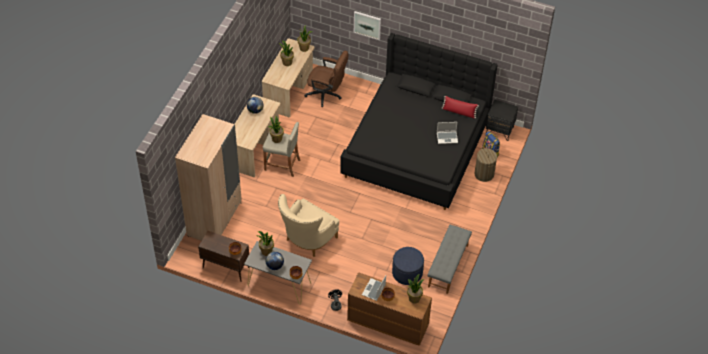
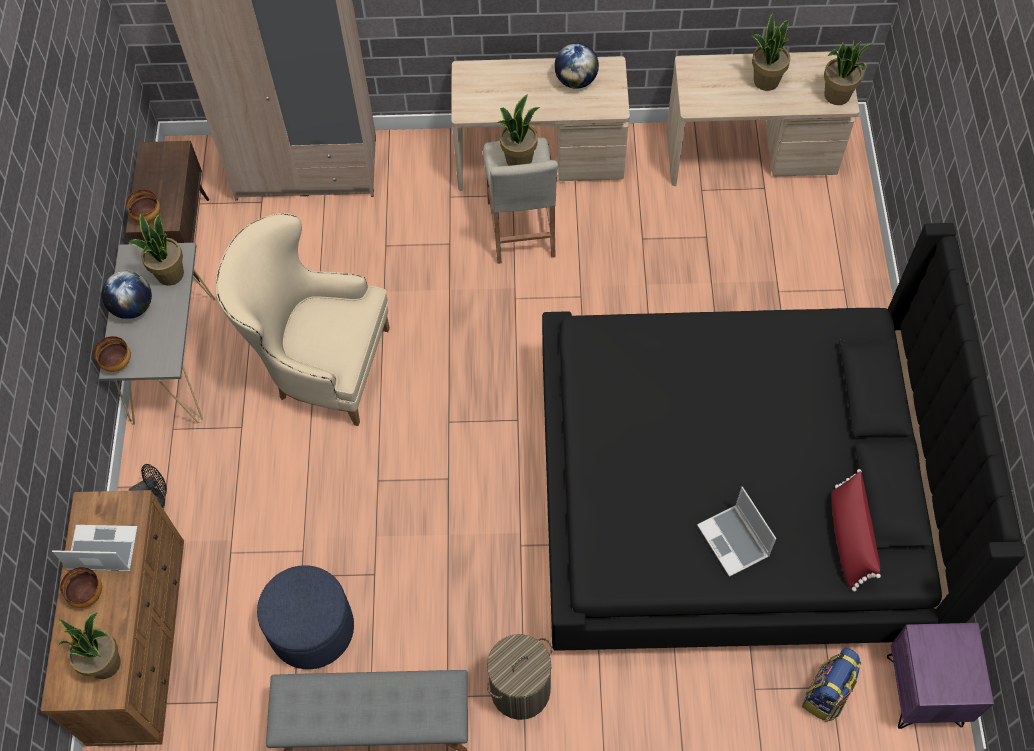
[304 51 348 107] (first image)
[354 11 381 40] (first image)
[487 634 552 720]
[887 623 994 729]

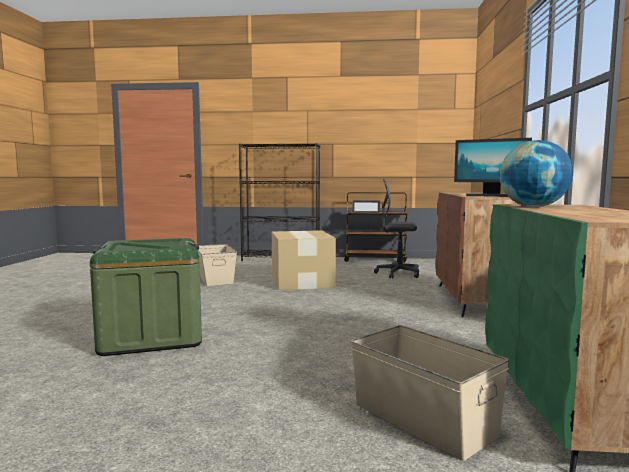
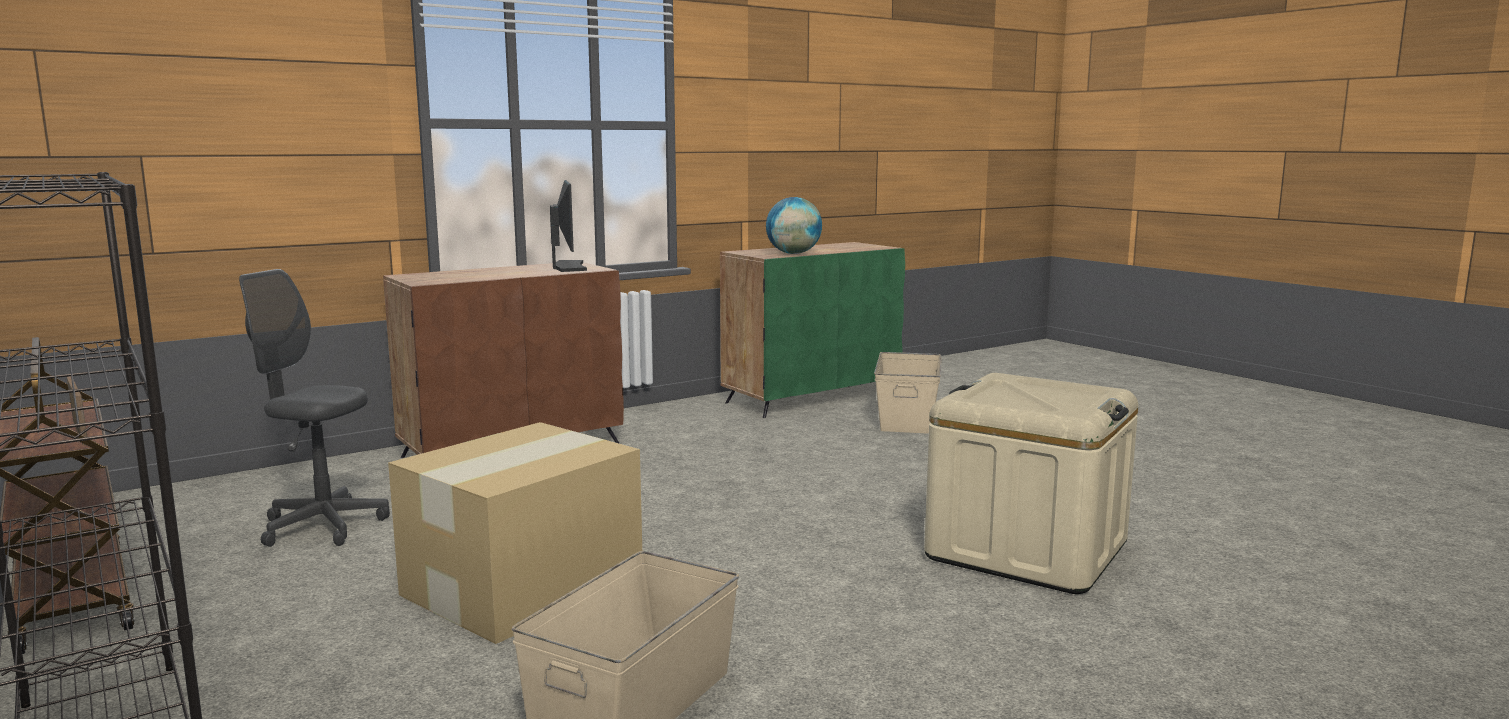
[924 373 1138 594]
[239 269 390 547]

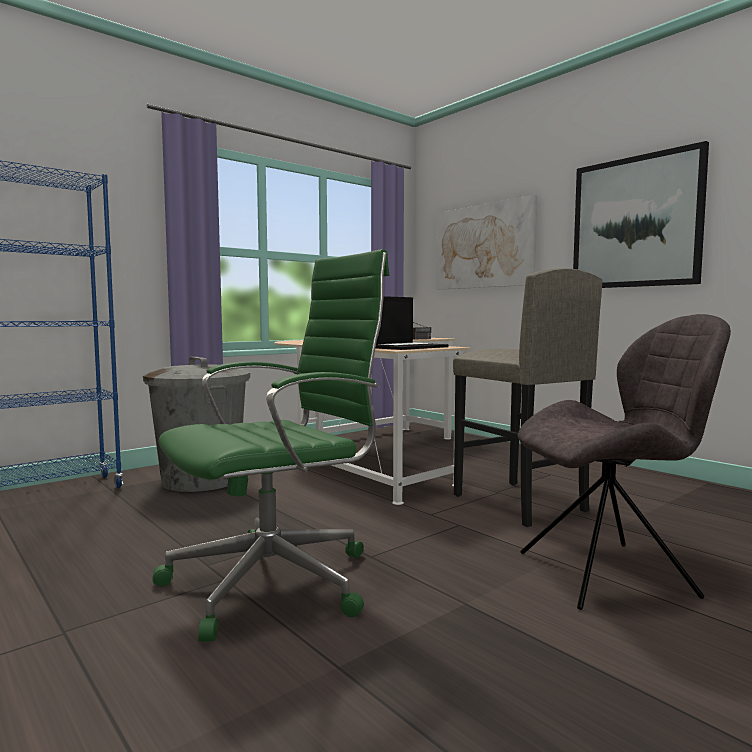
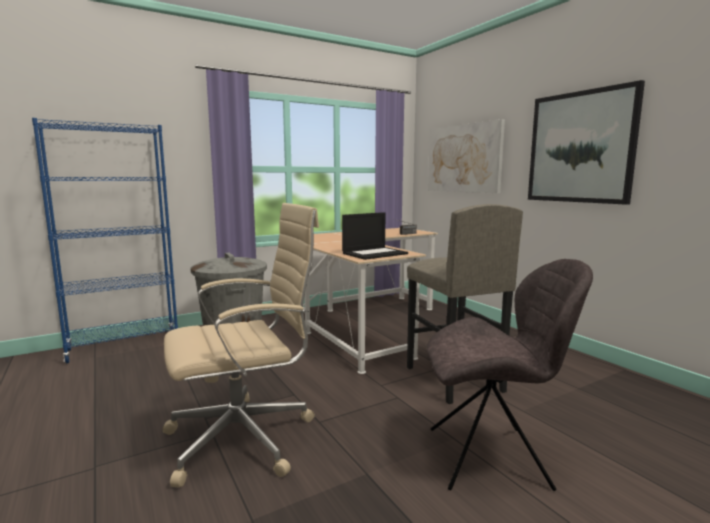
[162 203 319 488]

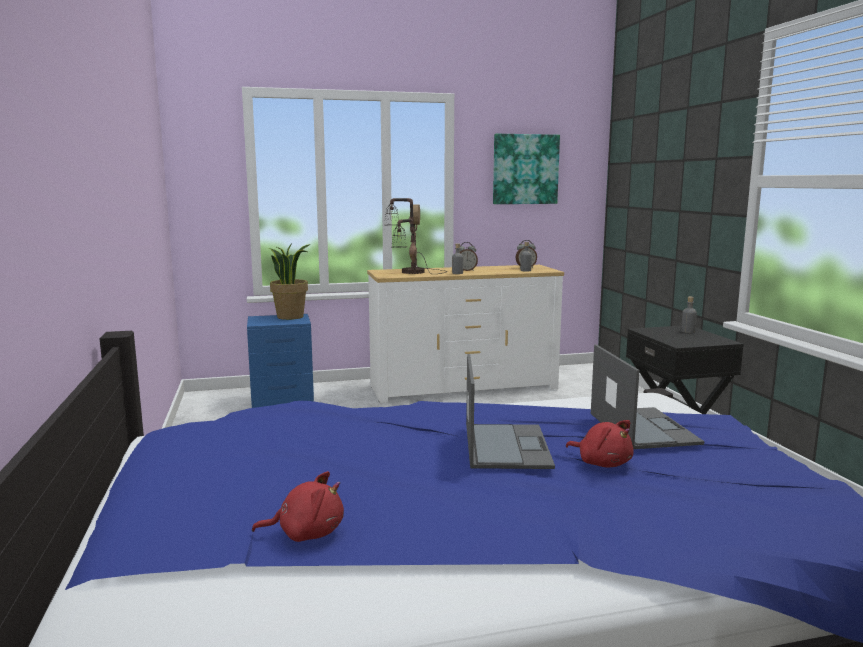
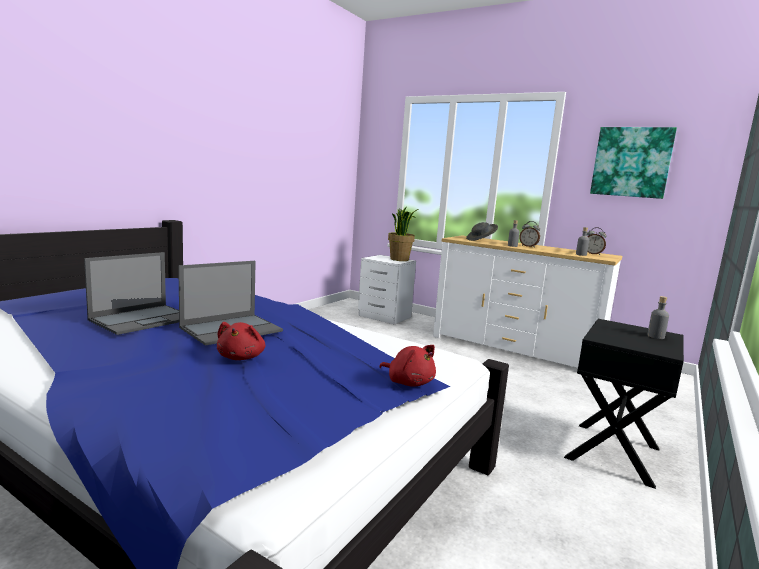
[358 255 416 324]
[379 345 436 387]
[466 222 498 241]
[84 252 179 335]

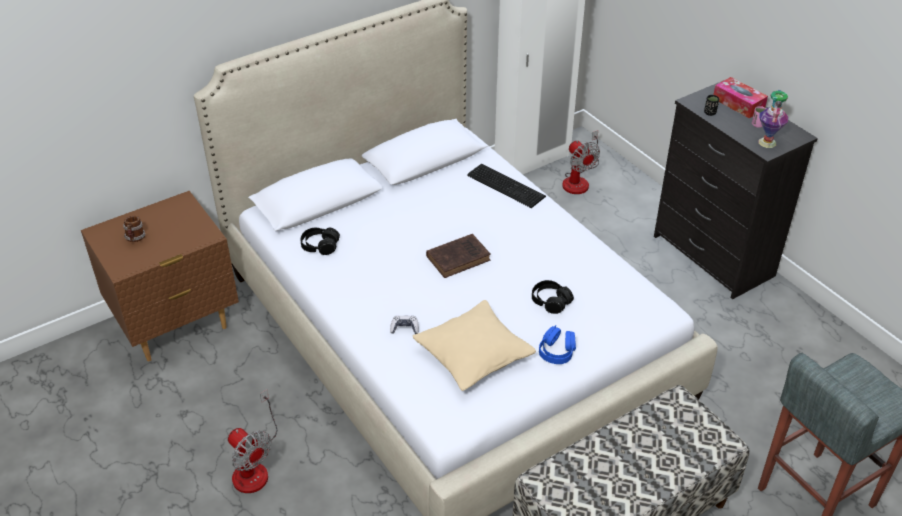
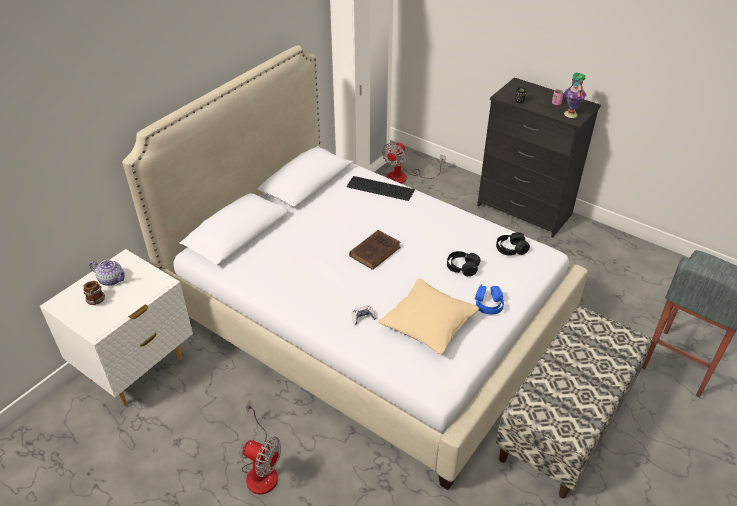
[40 249 193 406]
[496 232 530 256]
[382 142 446 184]
[713 77 768 118] (first image)
[89 260 126 286]

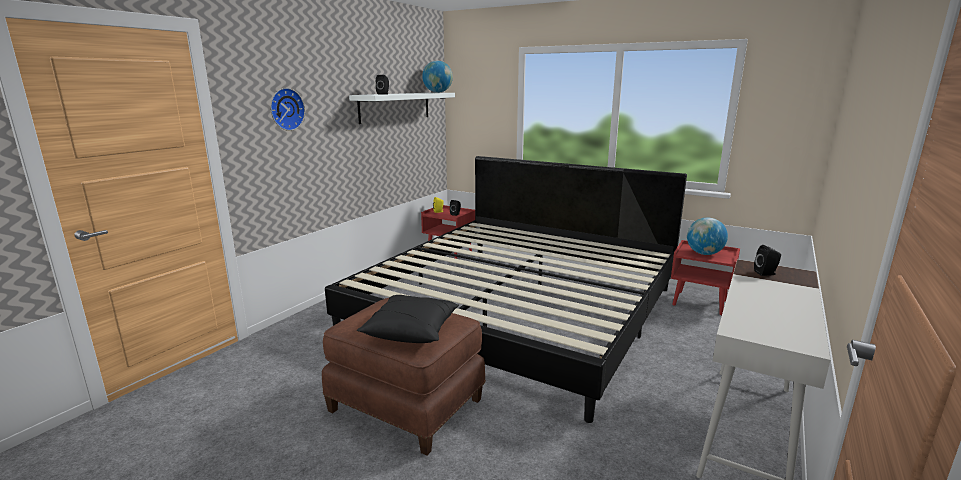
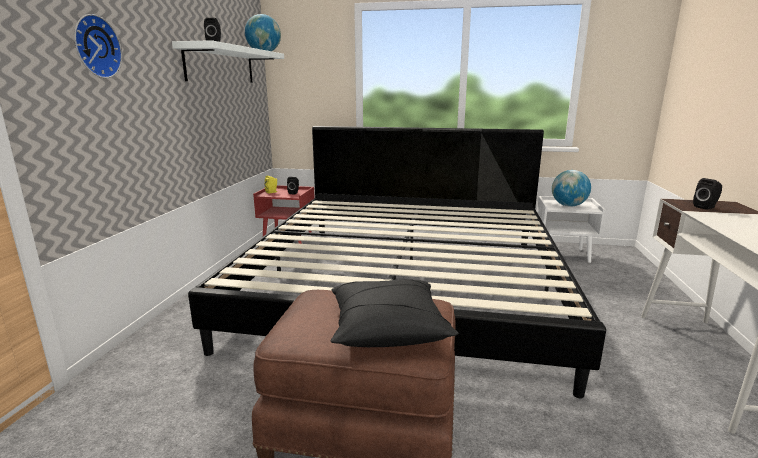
[537 196 605 263]

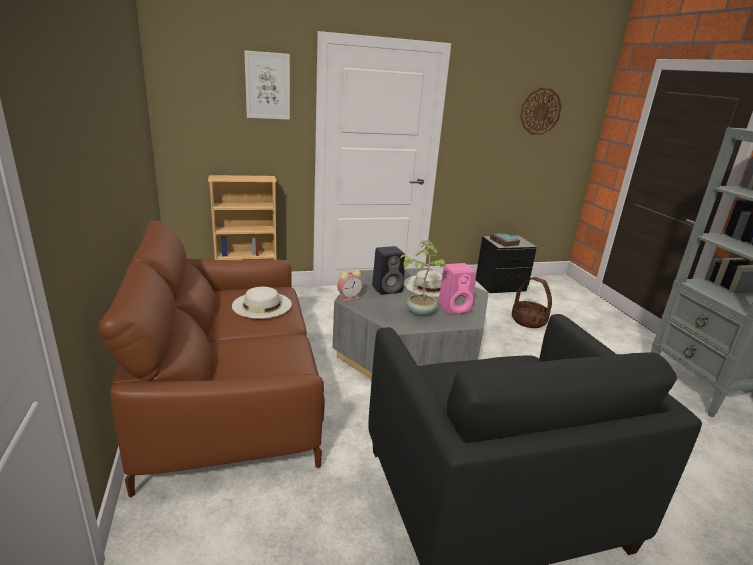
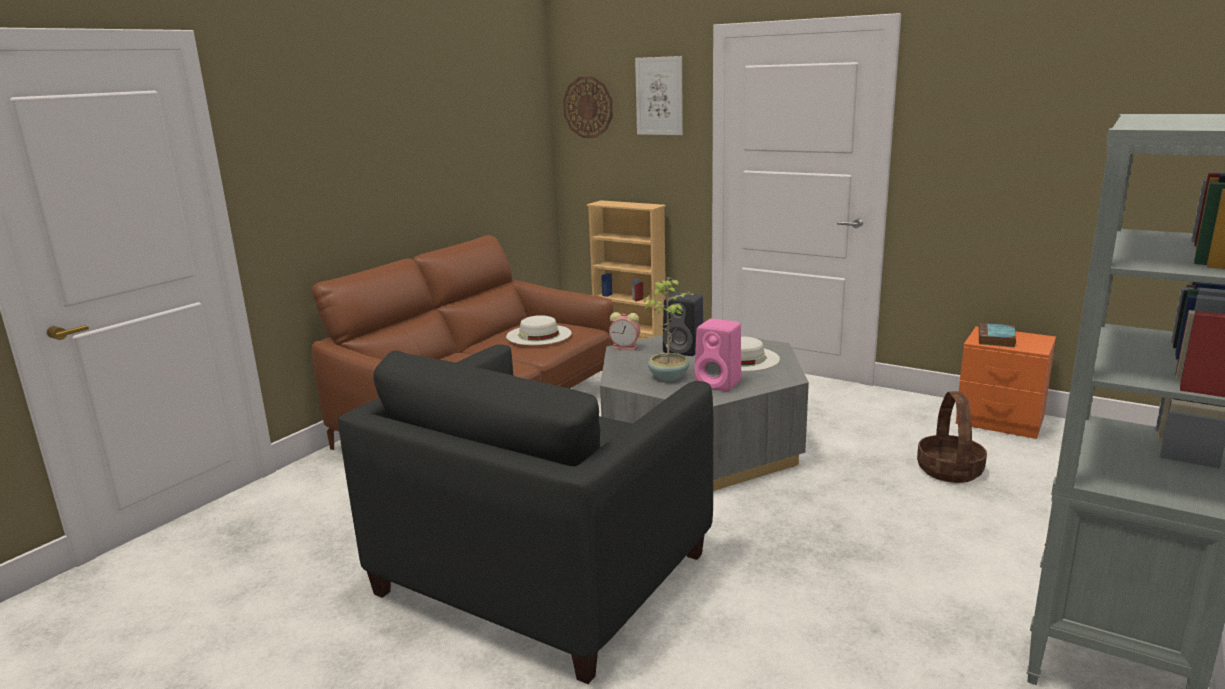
[956 326 1056 439]
[563 76 613 138]

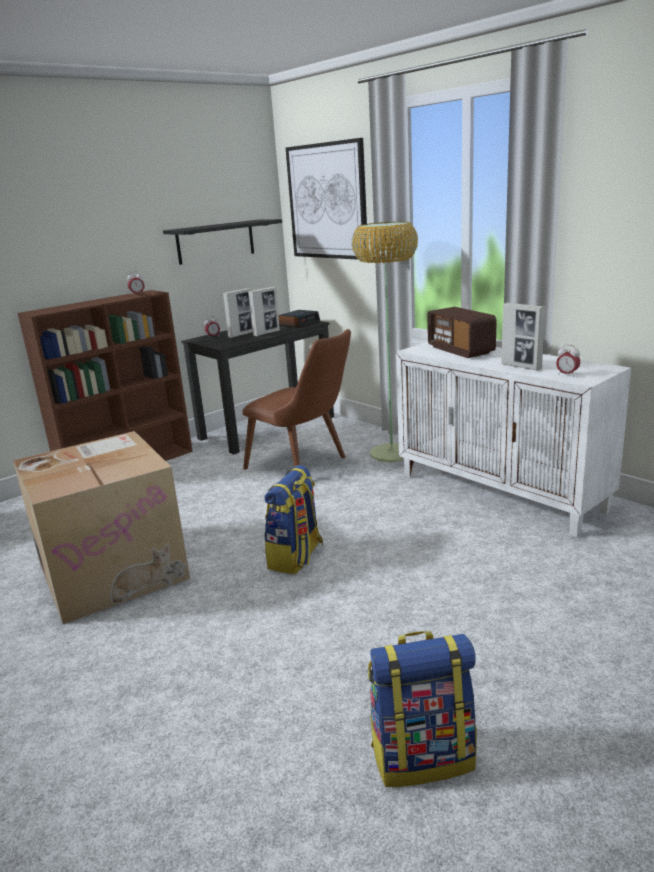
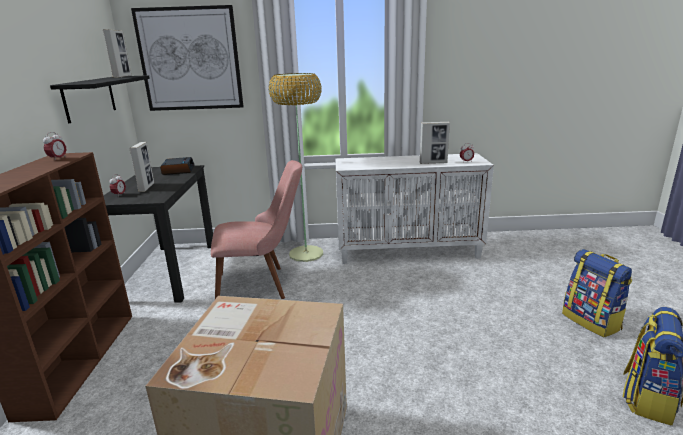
[211 160 302 299]
[103 29 131 78]
[562 249 633 337]
[427 307 497 358] (first image)

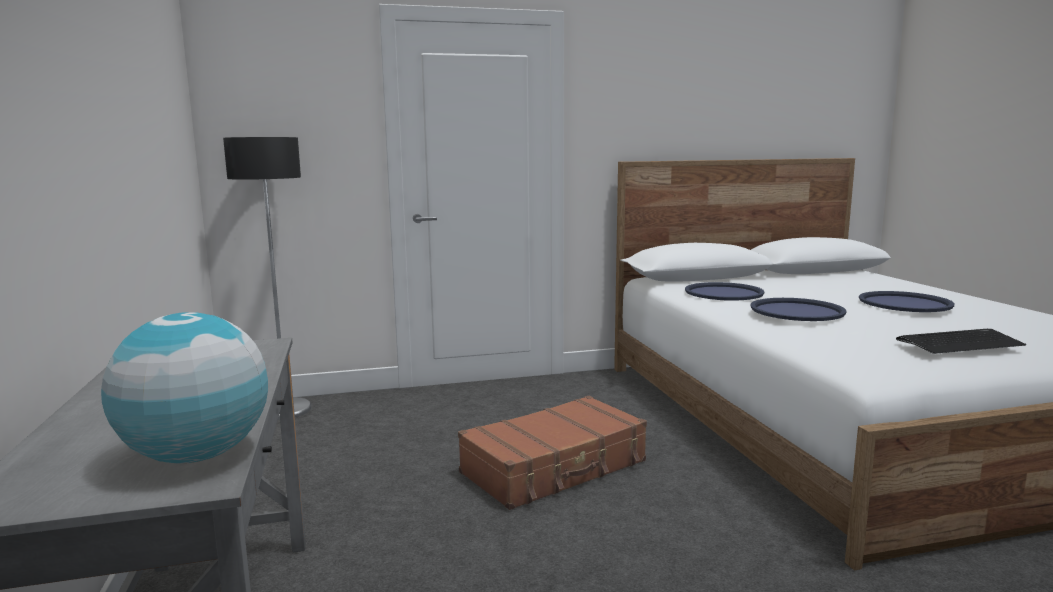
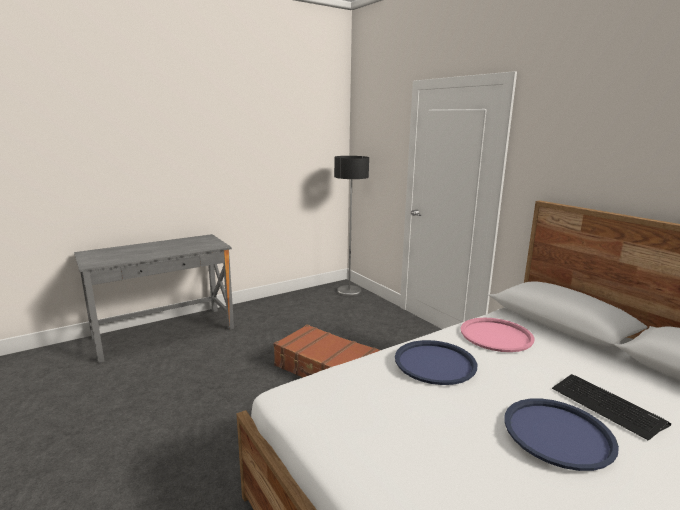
[101 312 268 464] (first image)
[461 318 535 352]
[552 374 671 440]

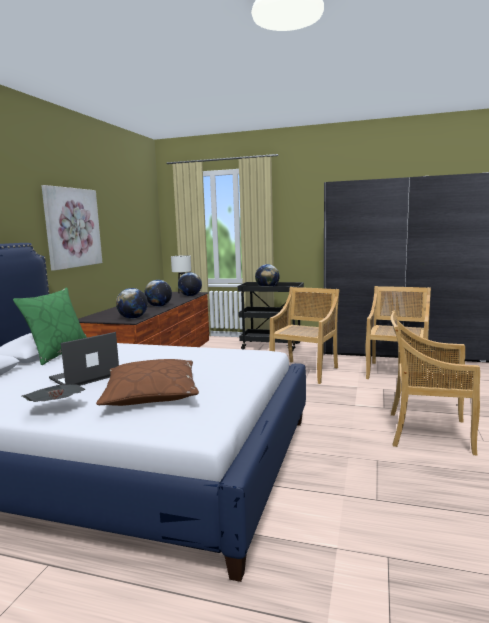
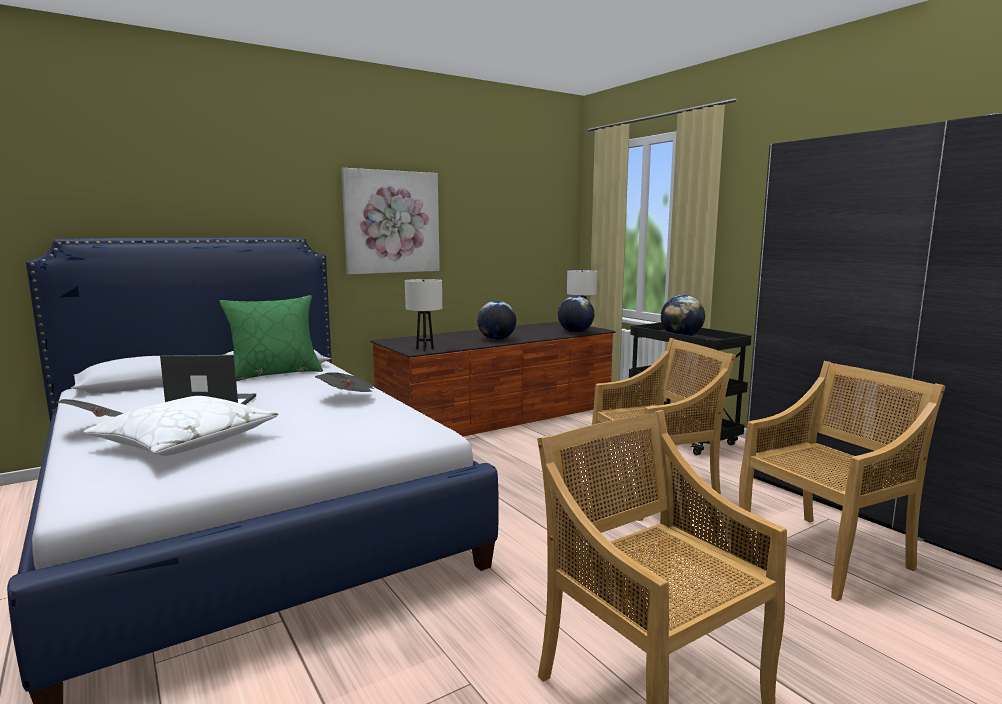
[83 396 278 456]
[405 279 442 351]
[315 372 374 392]

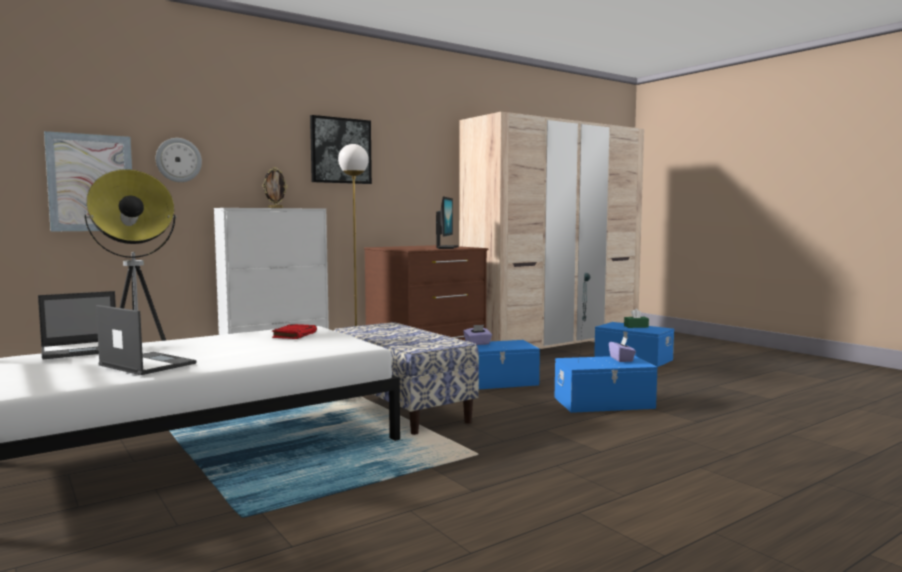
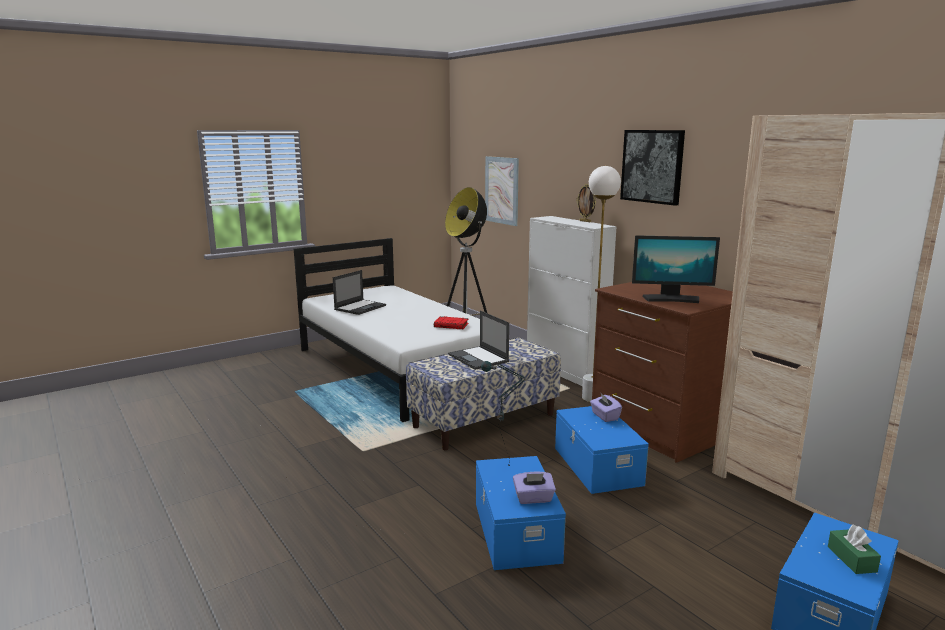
[448 311 509 370]
[156 138 202 182] (first image)

